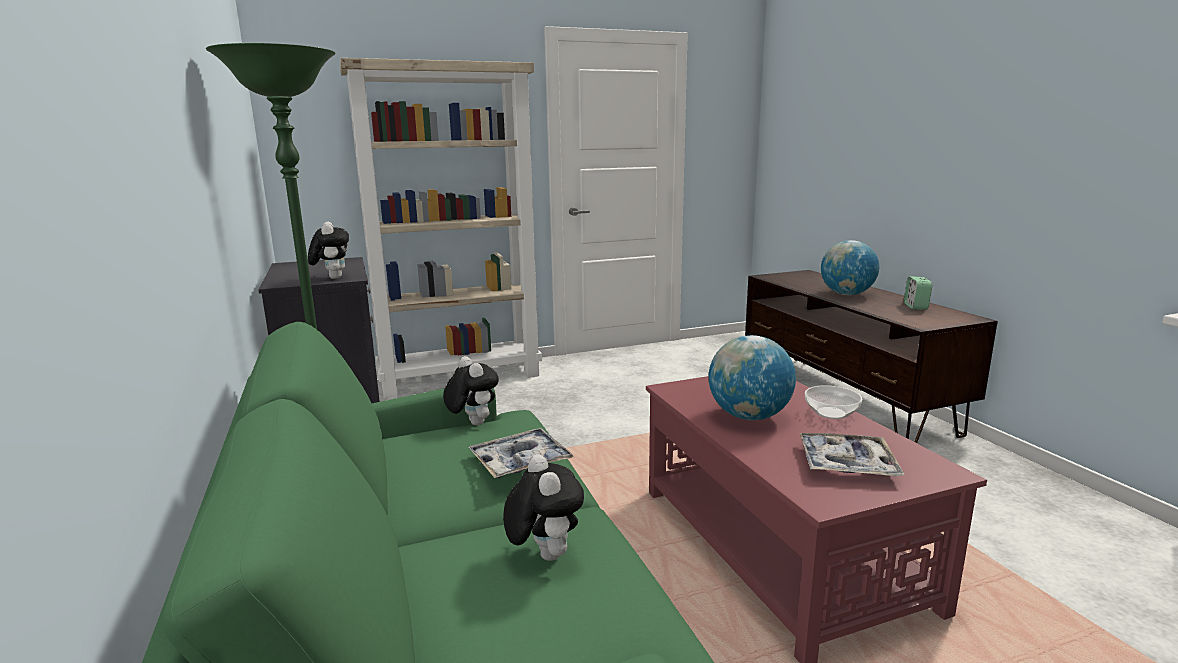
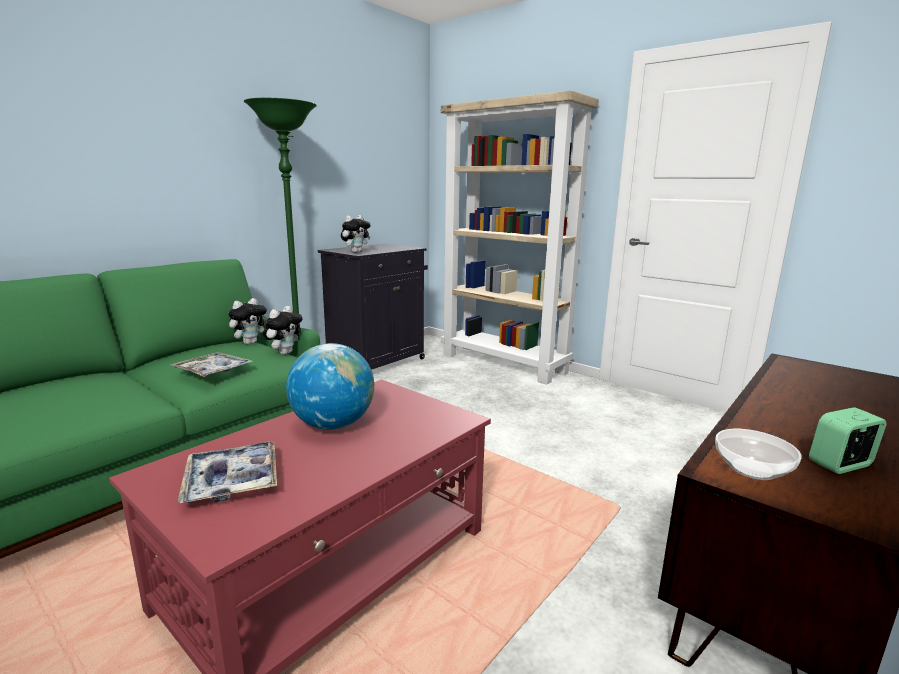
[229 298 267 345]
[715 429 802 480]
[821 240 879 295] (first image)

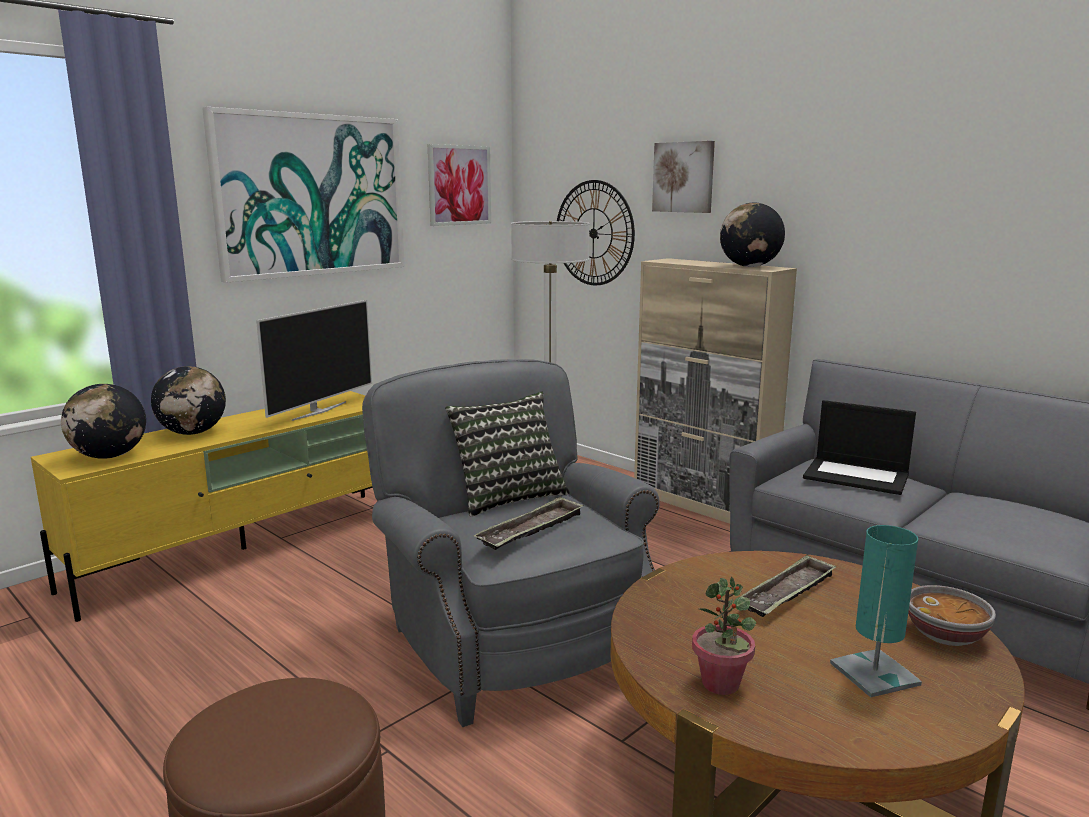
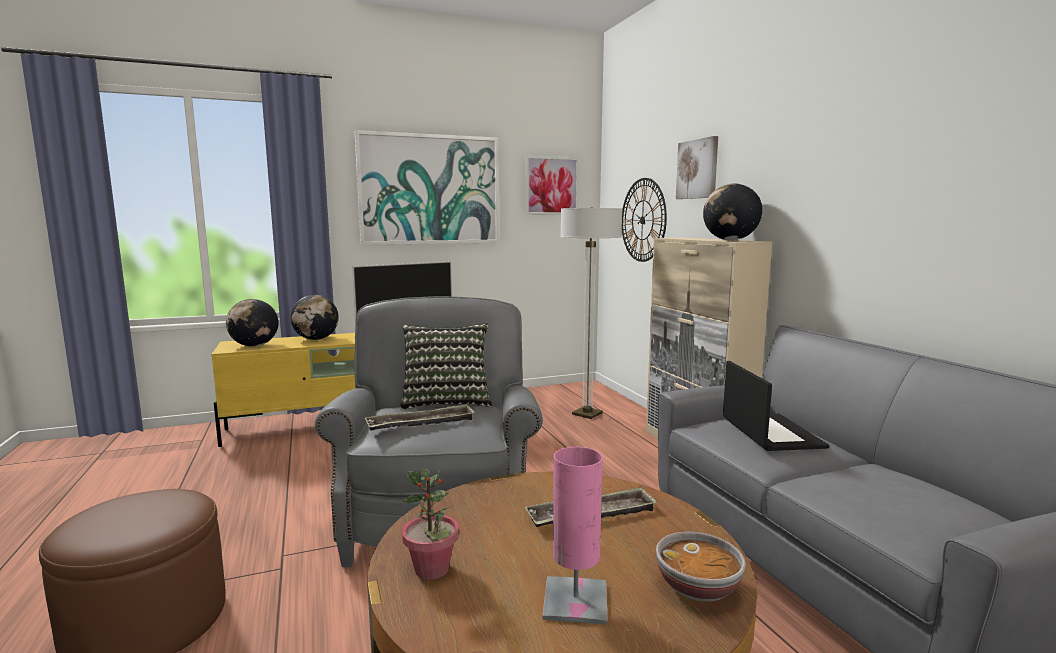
[723 361 829 451]
[542 447 608 625]

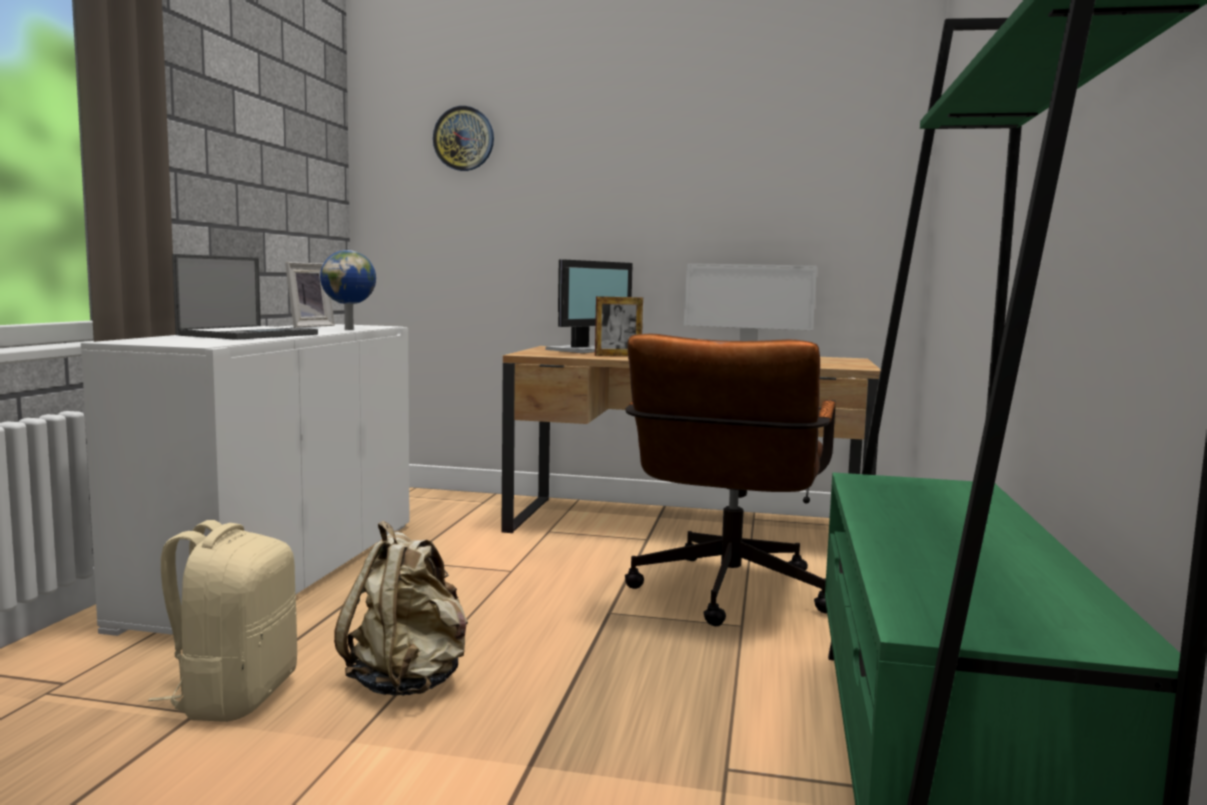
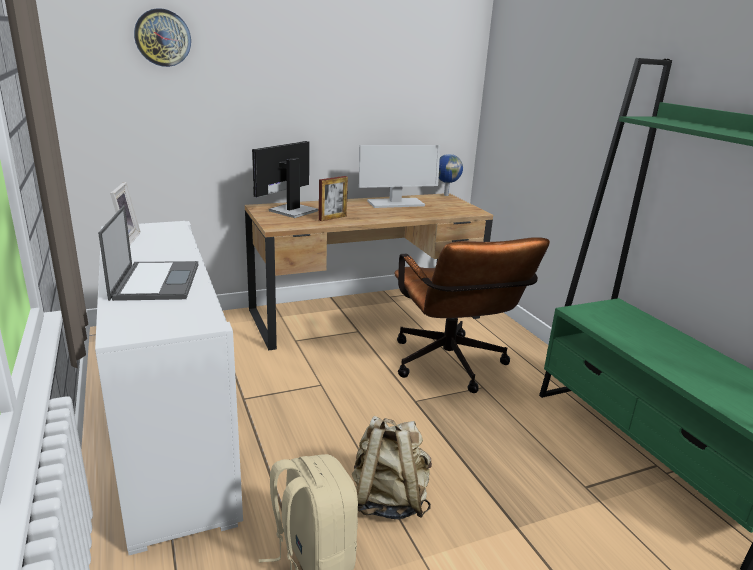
[439 154 463 196]
[252 141 318 218]

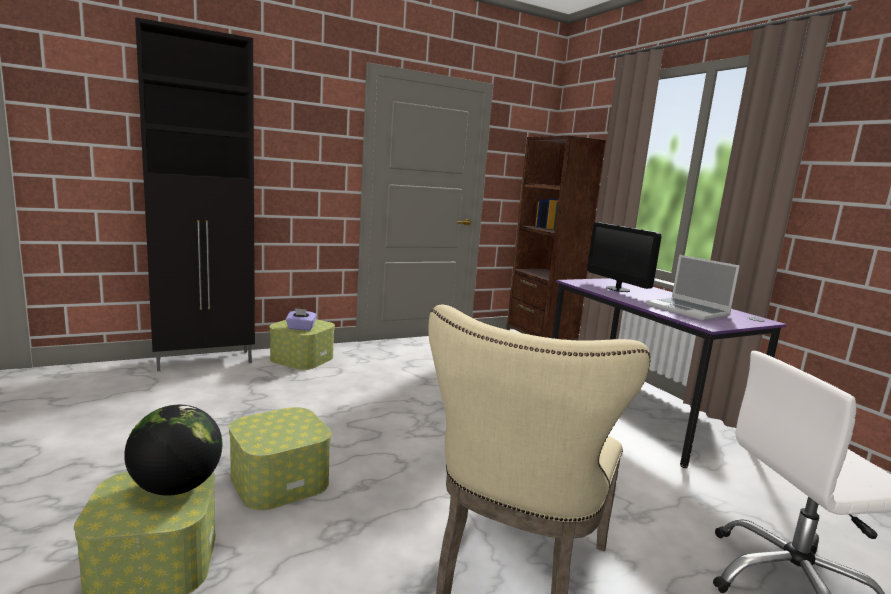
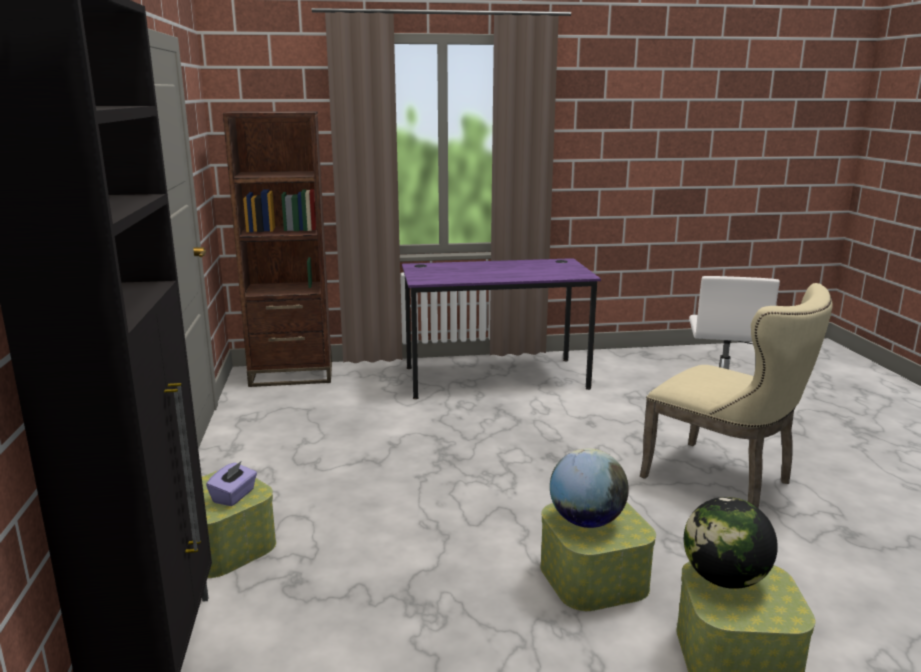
[587 222 661 292] (first image)
[646 255 740 321] (first image)
[550 448 629 528]

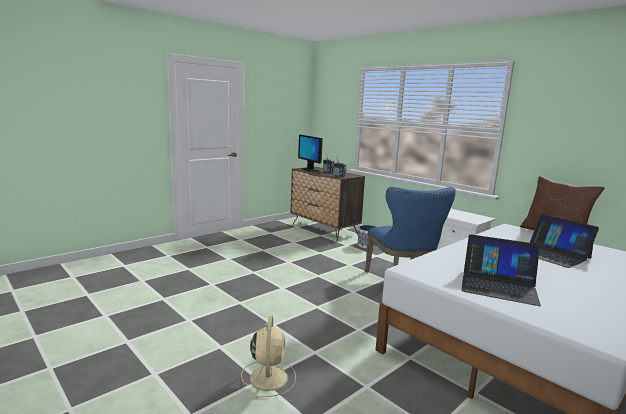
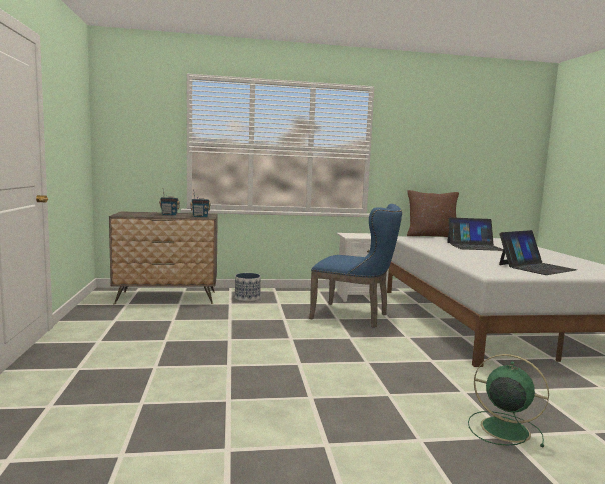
[468 354 549 447]
[298 135 323 172] (first image)

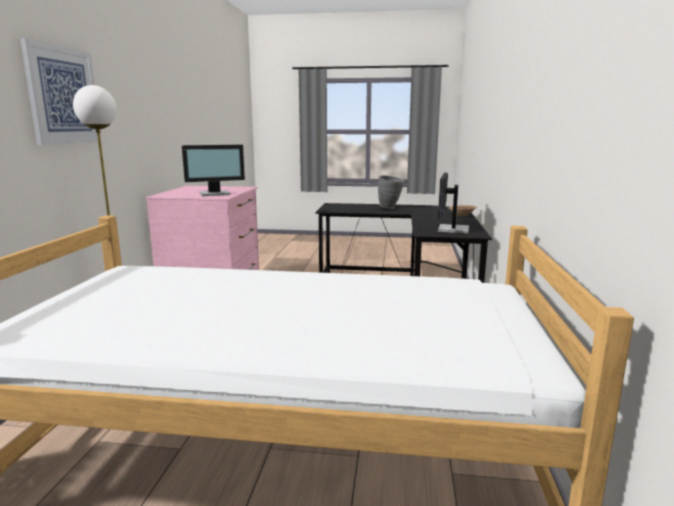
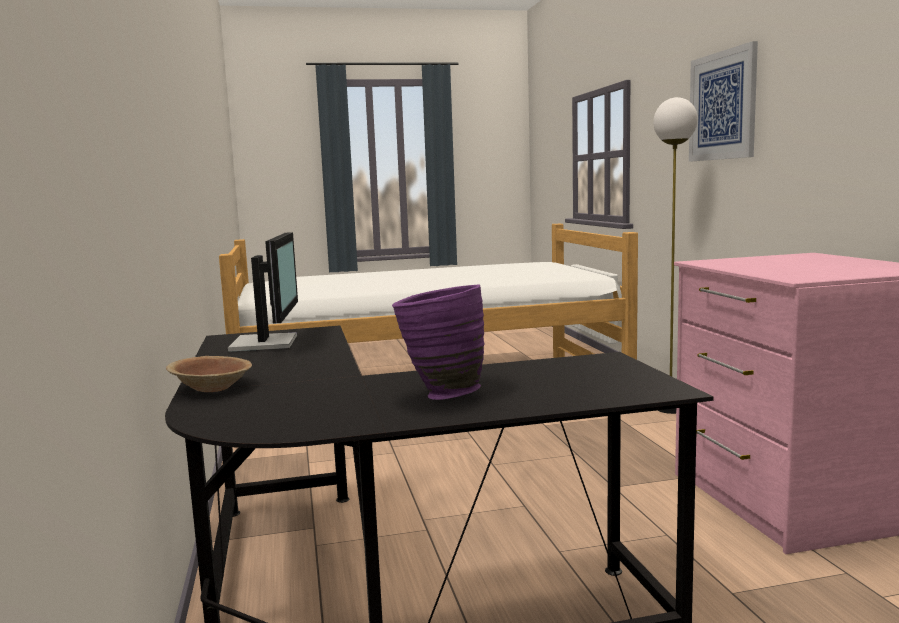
[182 145 245 196] (first image)
[392 284 485 400]

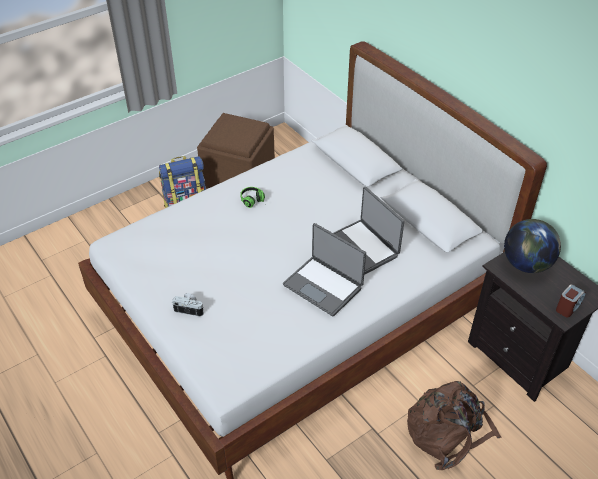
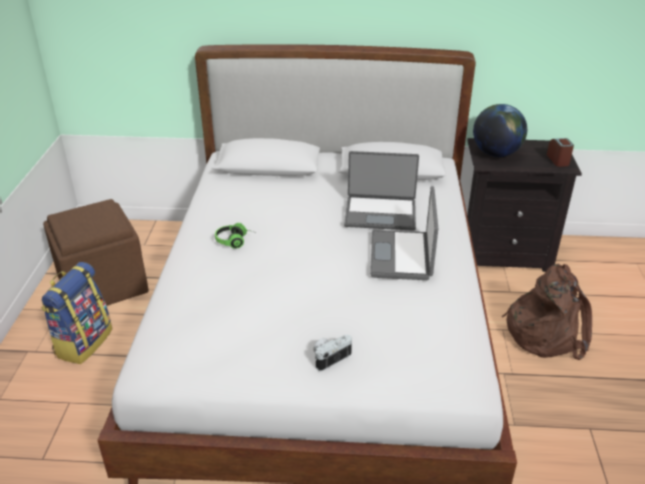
[370 186 438 280]

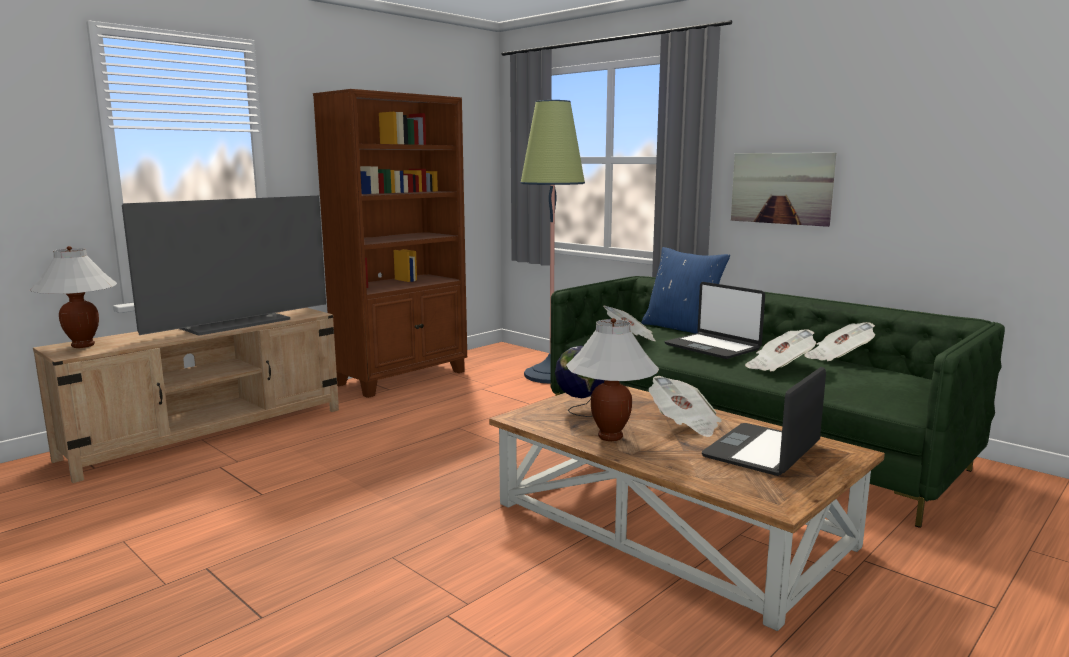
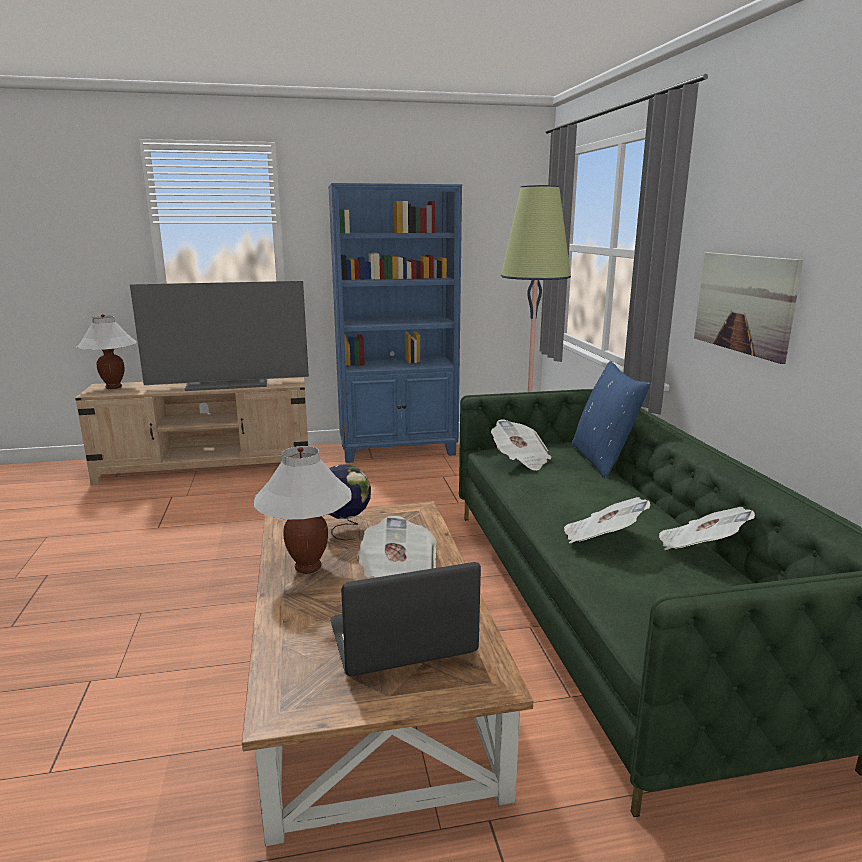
[328 183 462 463]
[665 282 765 359] (first image)

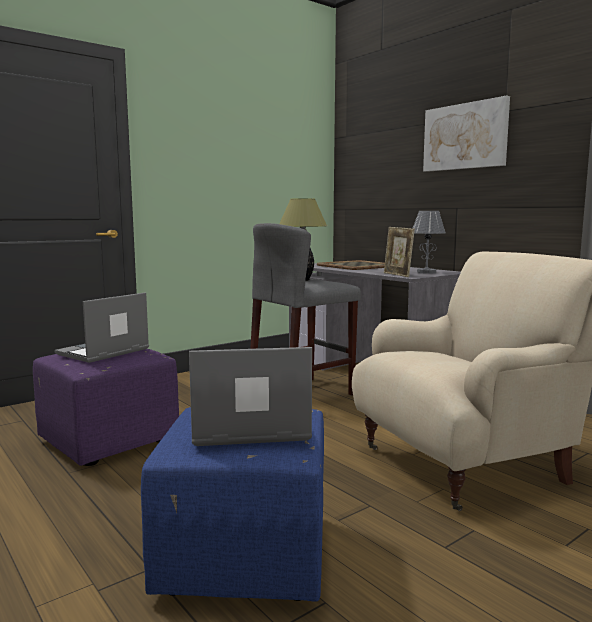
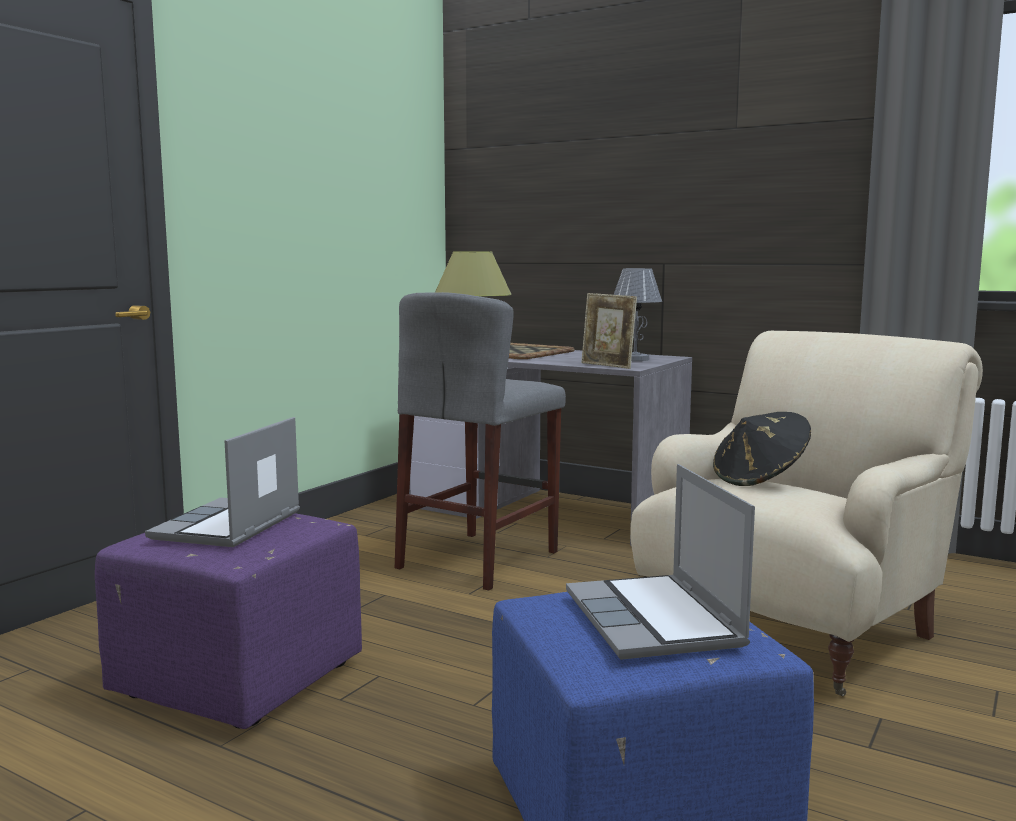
[566 464 755 660]
[423 96 510 172] (first image)
[713 412 811 486]

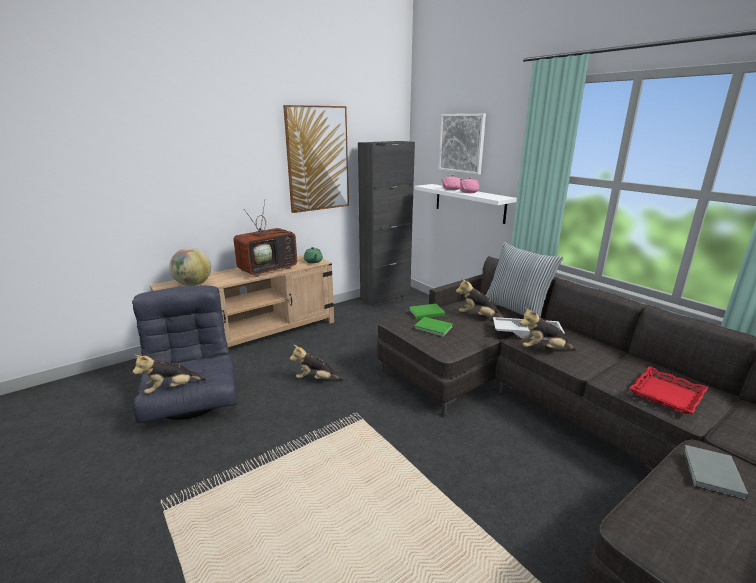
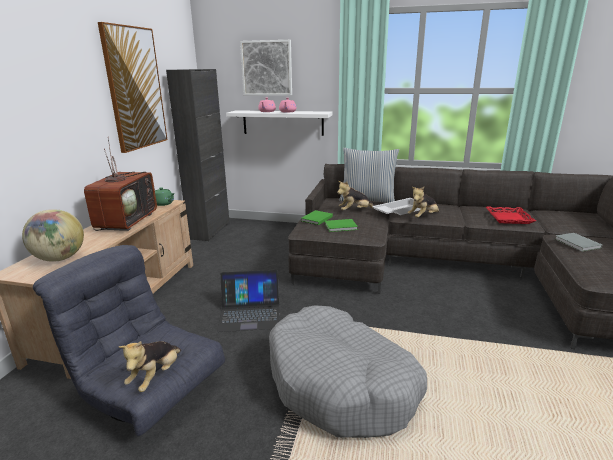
[217 270 280 332]
[269 305 427 438]

